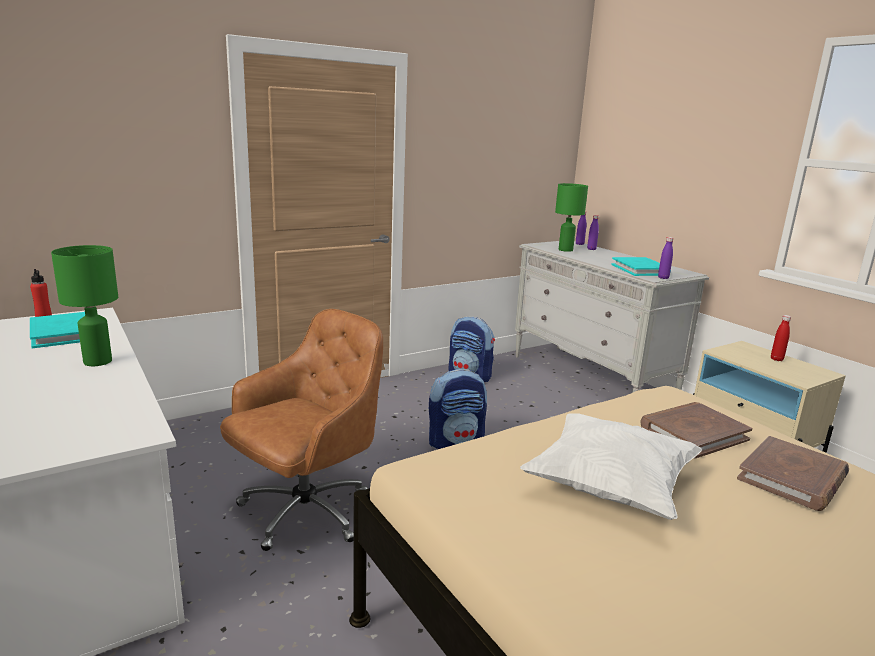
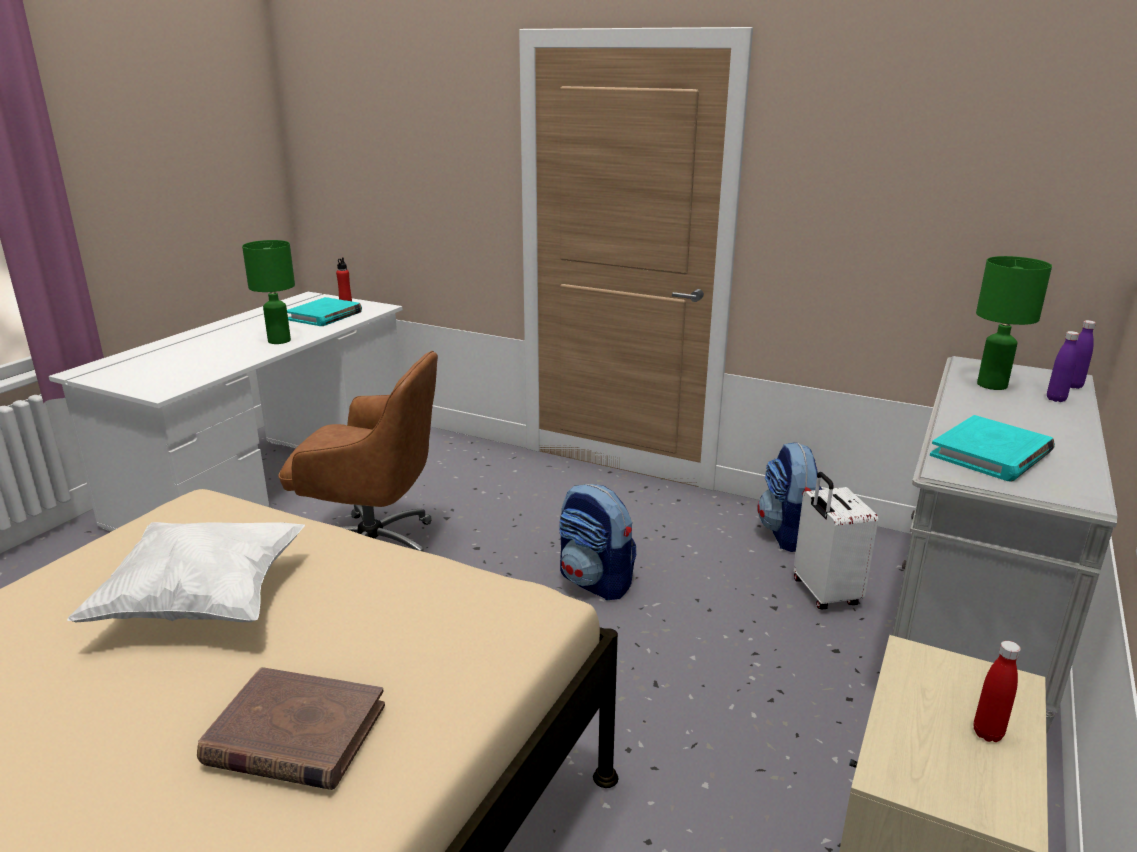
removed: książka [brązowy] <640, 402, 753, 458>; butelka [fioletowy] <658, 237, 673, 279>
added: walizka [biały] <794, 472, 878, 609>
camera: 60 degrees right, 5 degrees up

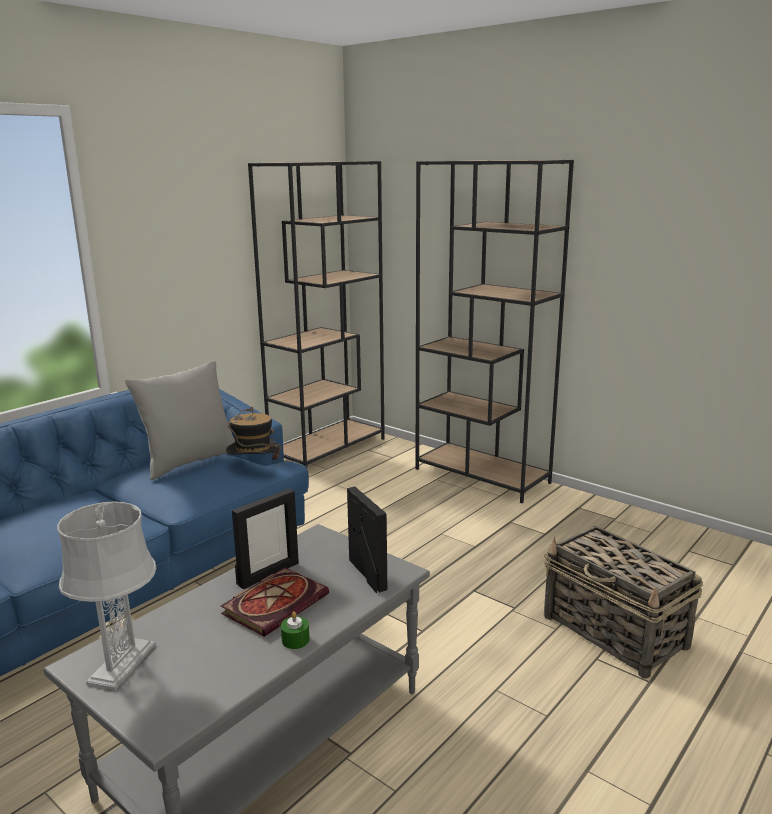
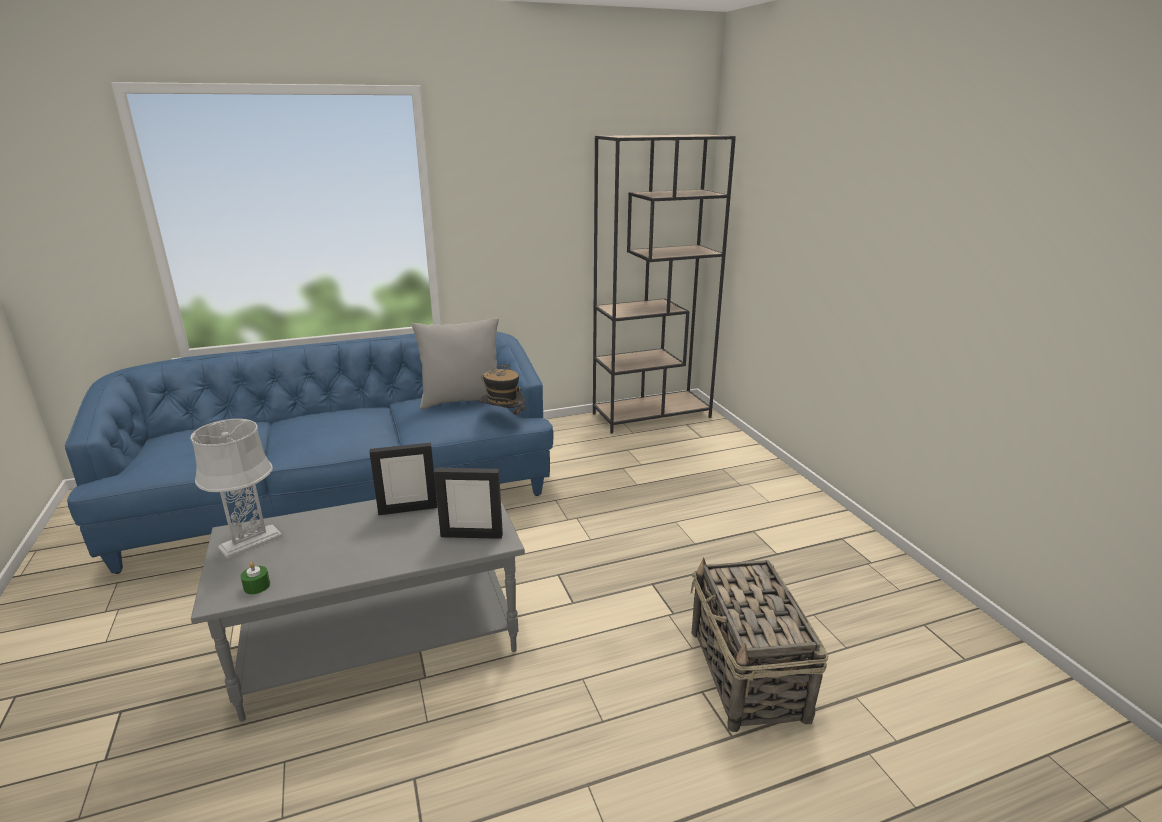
removed: książka <221, 568, 329, 637>; regał <416, 160, 574, 503>
moved: świeca [zielony] <281, 612, 310, 649> to <241, 562, 270, 594>
turned: ramka na zdjęcie <347, 487, 387, 593> = <434, 468, 503, 539> 90 degrees clockwise
camera: 30 degrees right, 5 degrees up

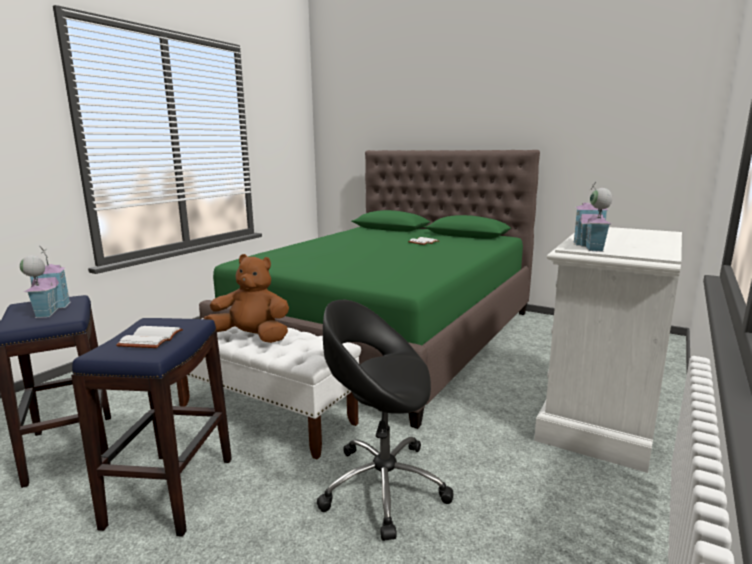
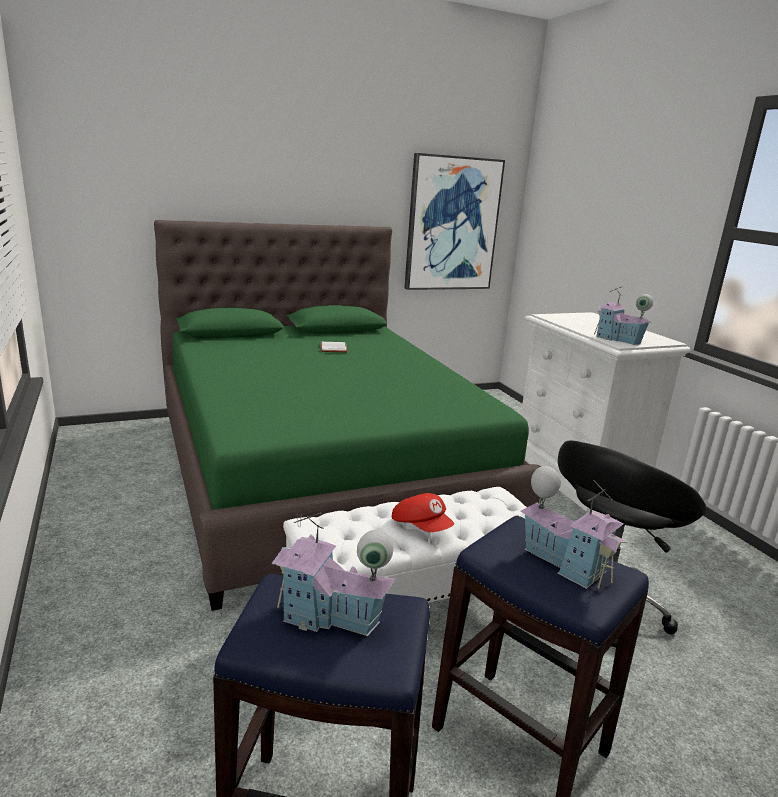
added: obraz <404, 153, 505, 290>
replaced: książka [biały] <116, 326, 183, 348> to domek <521, 466, 627, 589>; pluszak [brązowy] <204, 254, 289, 343> to czapka z daszkiem [czerwony] <392, 493, 454, 532>
camera: 55 degrees left, 5 degrees up

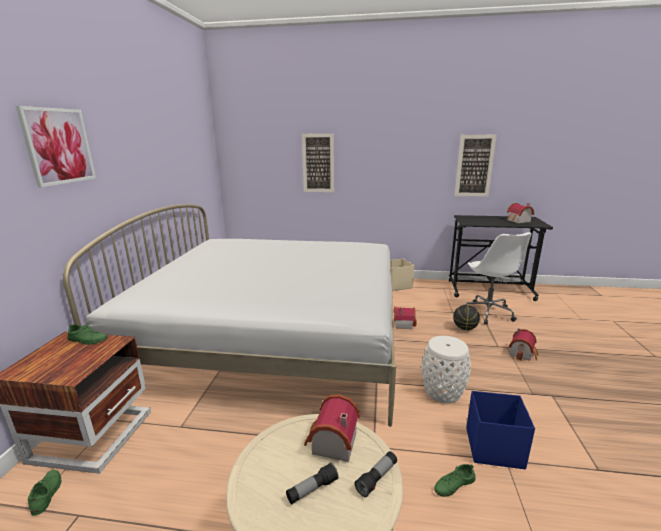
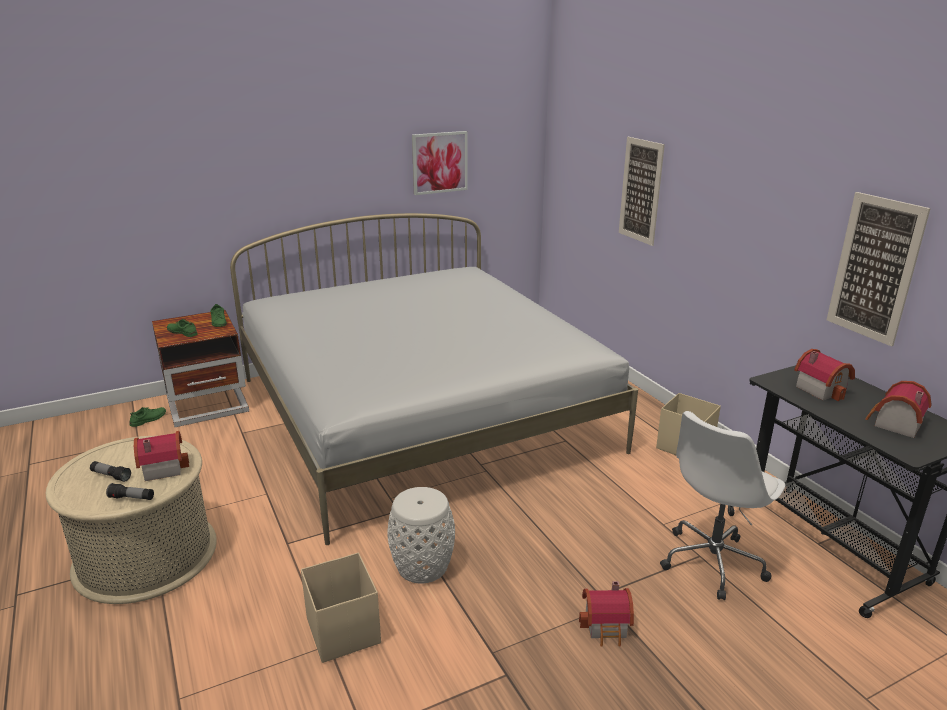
removed: piłka do koszykówki <453, 305, 480, 330>
moved: obraz <16, 106, 96, 187> to <412, 131, 468, 195>; domek <394, 306, 417, 329> to <794, 349, 855, 401>; but [zielony] <434, 464, 475, 497> to <167, 319, 197, 337>
recoloured: pojemnik do przechowywania [niebieski] <466, 391, 535, 469> to pojemnik do przechowywania [beżowy] <301, 552, 381, 663>
camera: 55 degrees right, 5 degrees up

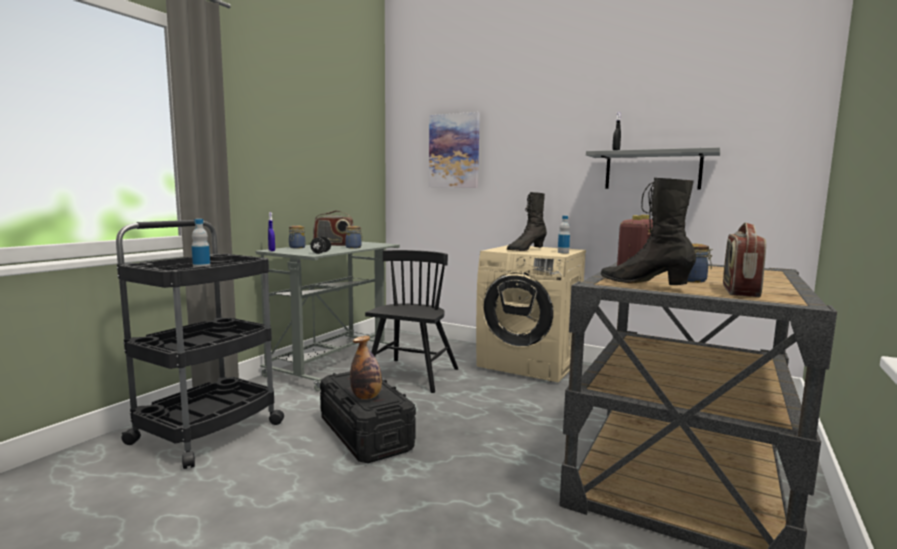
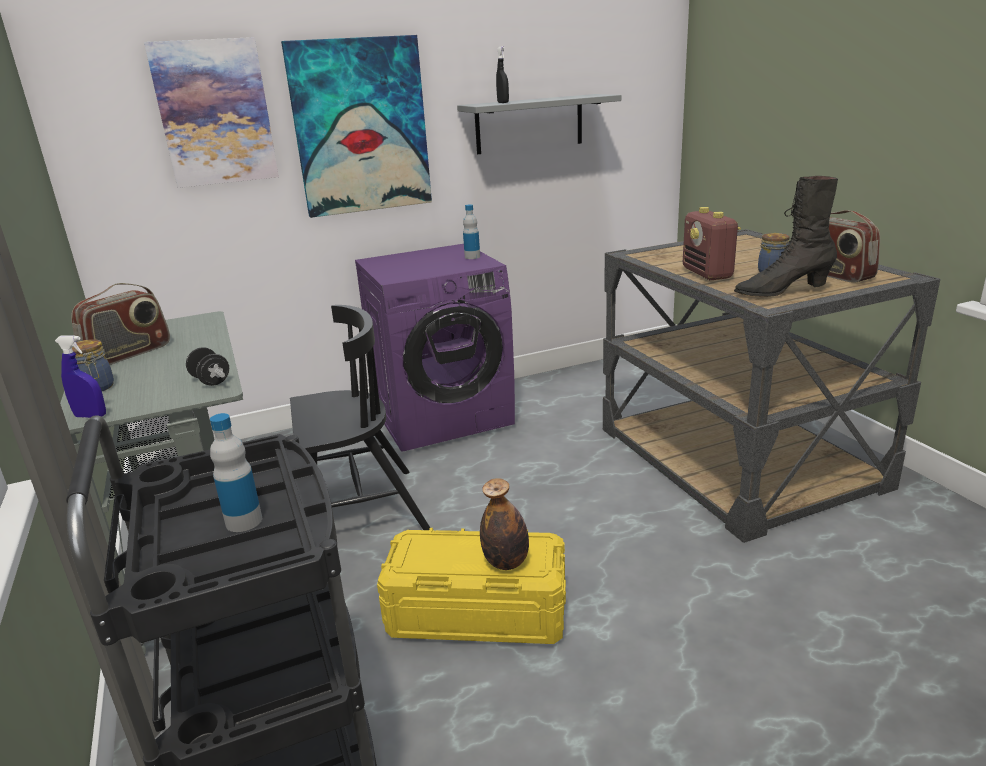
removed: słoik <345, 226, 363, 249>; but z cholewką [czarny] <507, 192, 547, 251>
added: obraz <281, 35, 432, 218>
recoloured: pojemnik do przechowywania [czarny] <320, 372, 416, 463> to pojemnik do przechowywania [żółty] <377, 528, 566, 644>; pralka [beżowy] <476, 245, 586, 383> to pralka [fioletowy] <355, 244, 515, 452>
turned: krzesło [czarny] <365, 250, 458, 393> = <290, 305, 430, 530> 105 degrees clockwise
camera: 50 degrees left, 15 degrees up

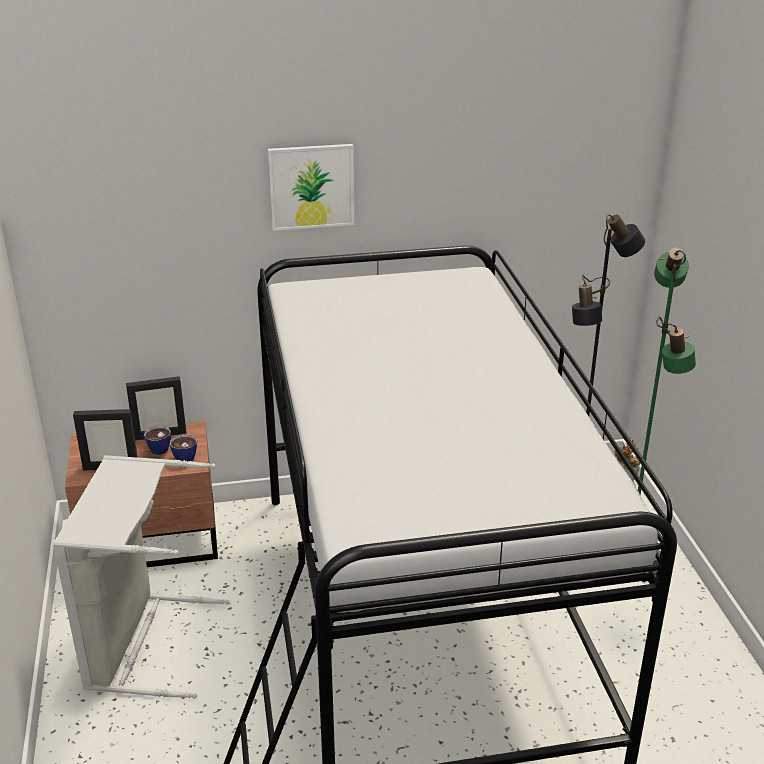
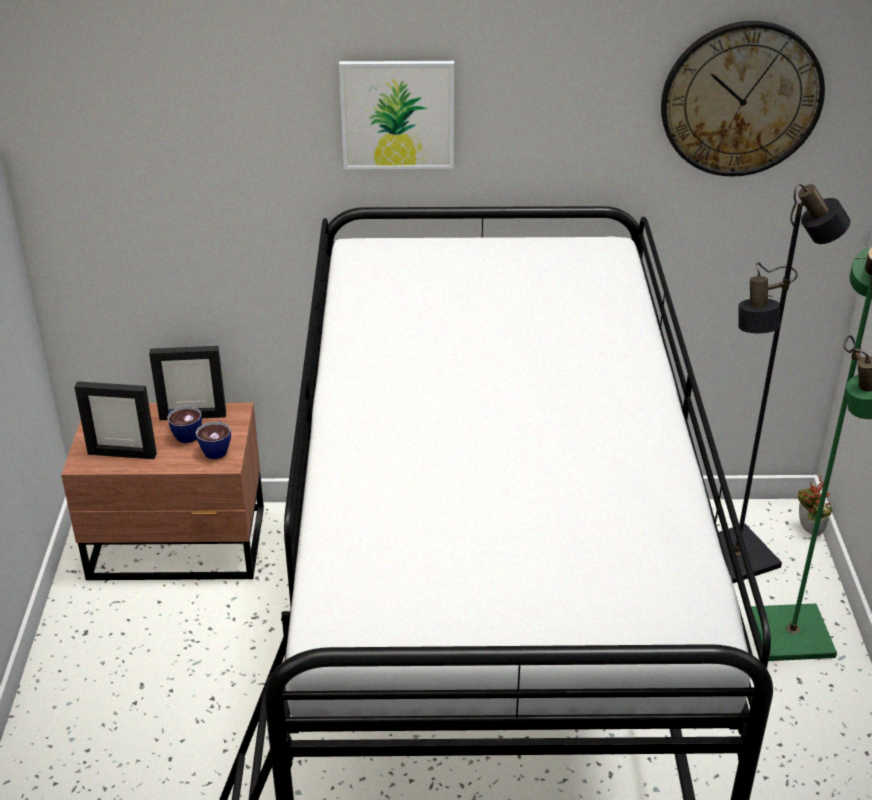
removed: kosz na pranie [szary] <53, 455, 229, 699>
added: zegar ścienny <661, 21, 825, 177>
camera: 10 degrees right, 5 degrees up

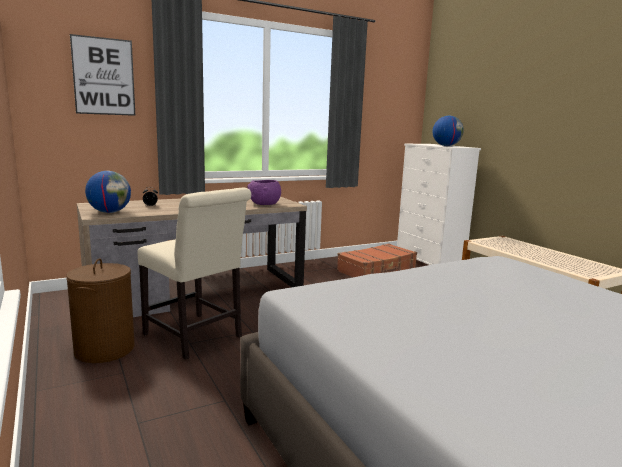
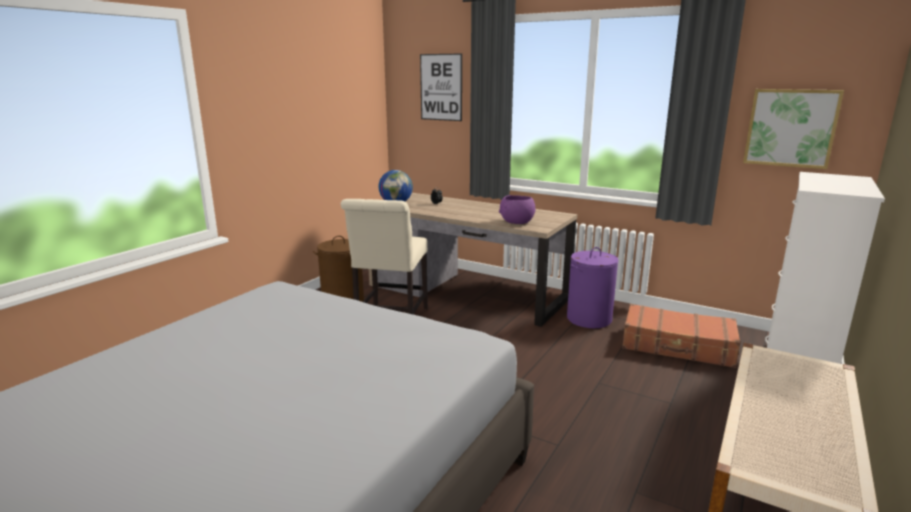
removed: globus <432, 116, 464, 146>
added: kosz na pranie [fioletowy] <567, 247, 619, 328>; obraz <743, 89, 844, 169>
camera: 60 degrees right, 5 degrees up

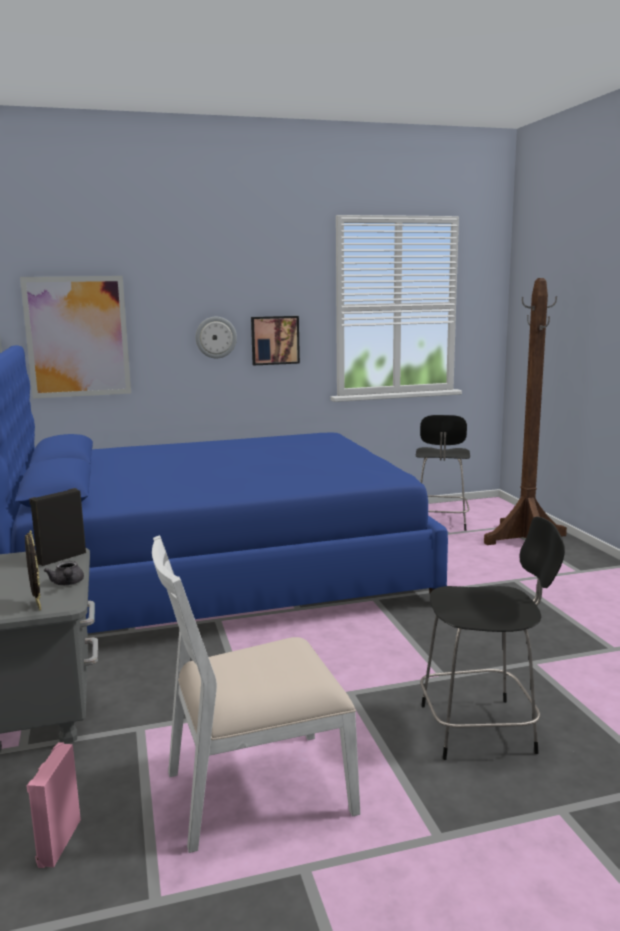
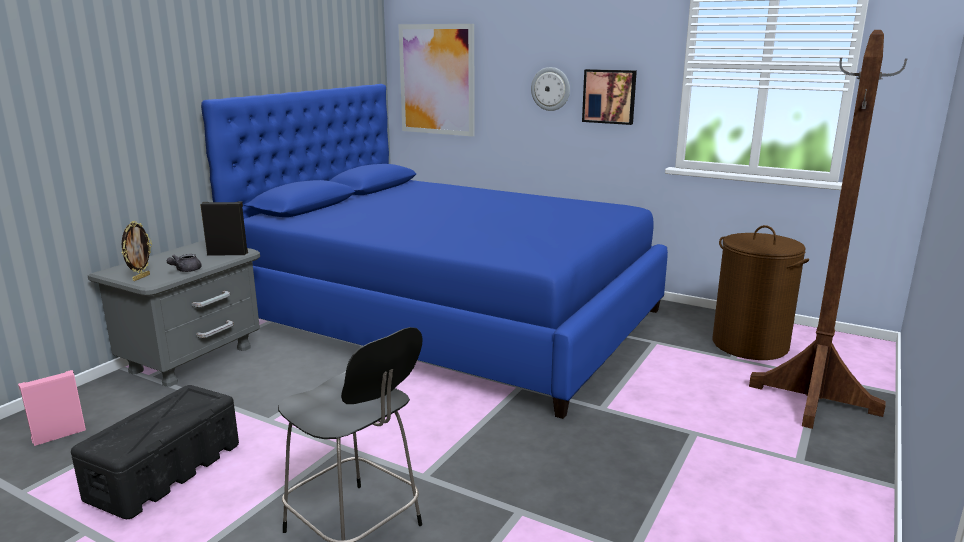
replaced: krzesło [biały] <152, 535, 361, 853> to pojemnik do przechowywania [czarny] <71, 385, 239, 519>; krzesło [czarny] <416, 415, 470, 531> to kosz na pranie [brązowy] <713, 225, 809, 360>
camera: 45 degrees right, 5 degrees up

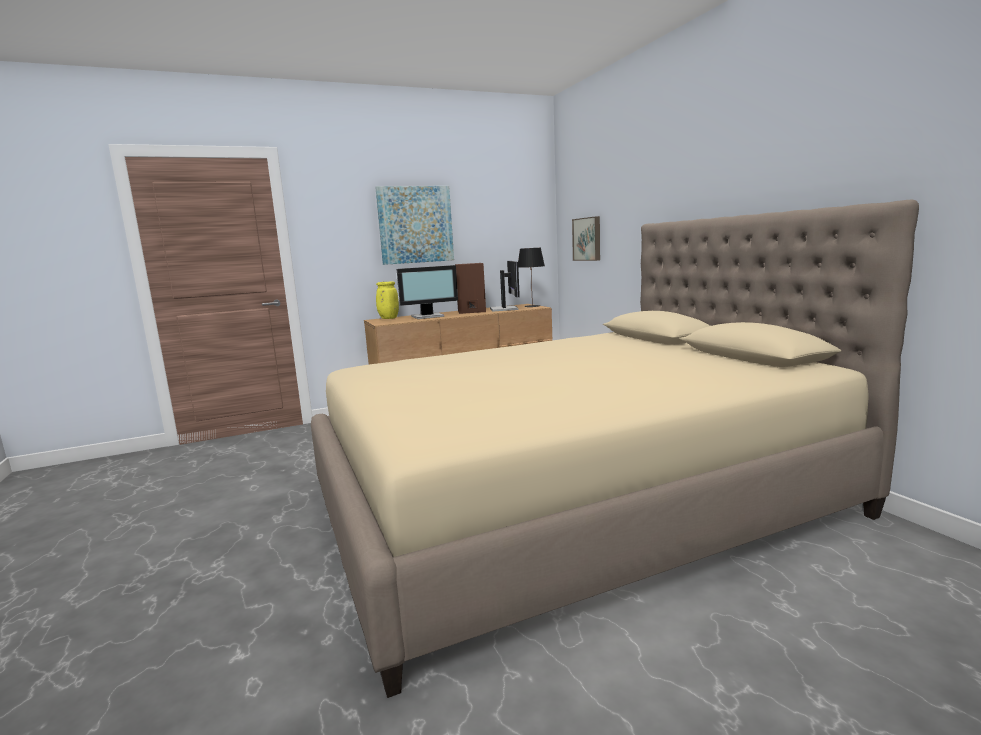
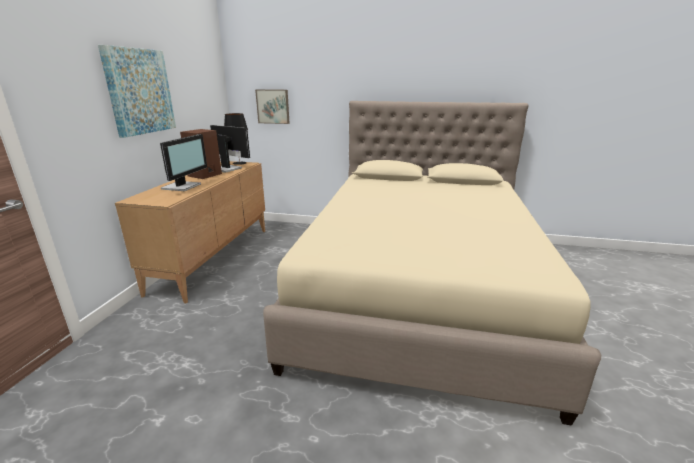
removed: wazon [żółty] <376, 281, 399, 319>
camera: 55 degrees left, 10 degrees up

